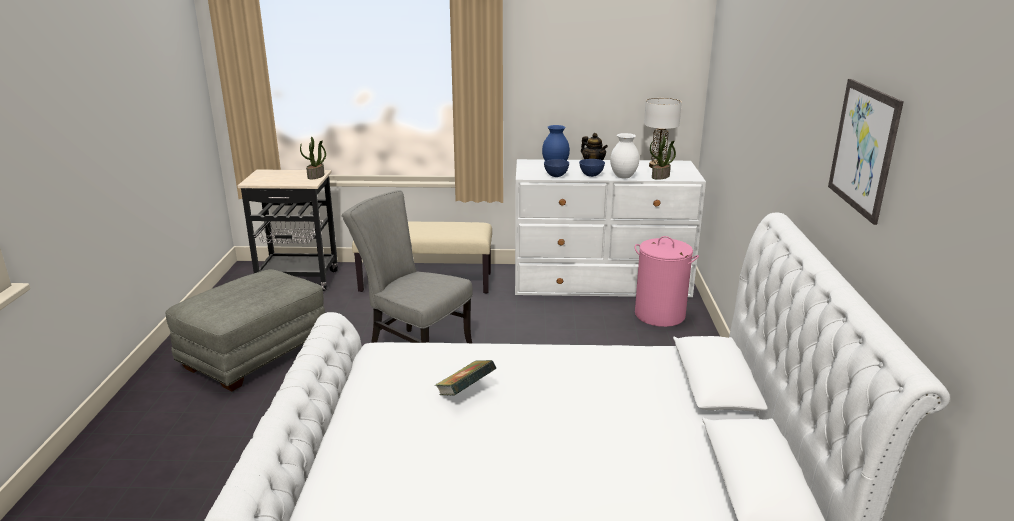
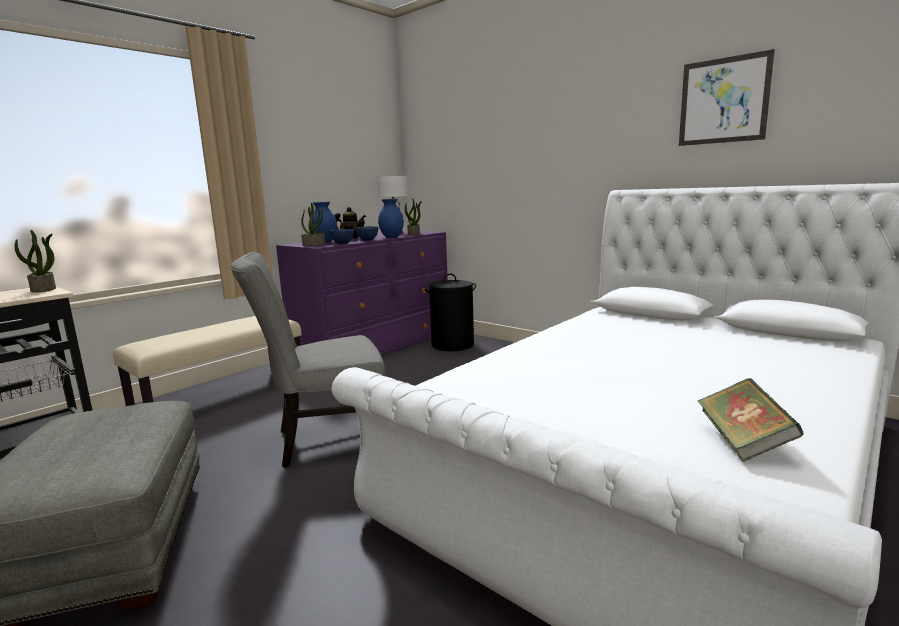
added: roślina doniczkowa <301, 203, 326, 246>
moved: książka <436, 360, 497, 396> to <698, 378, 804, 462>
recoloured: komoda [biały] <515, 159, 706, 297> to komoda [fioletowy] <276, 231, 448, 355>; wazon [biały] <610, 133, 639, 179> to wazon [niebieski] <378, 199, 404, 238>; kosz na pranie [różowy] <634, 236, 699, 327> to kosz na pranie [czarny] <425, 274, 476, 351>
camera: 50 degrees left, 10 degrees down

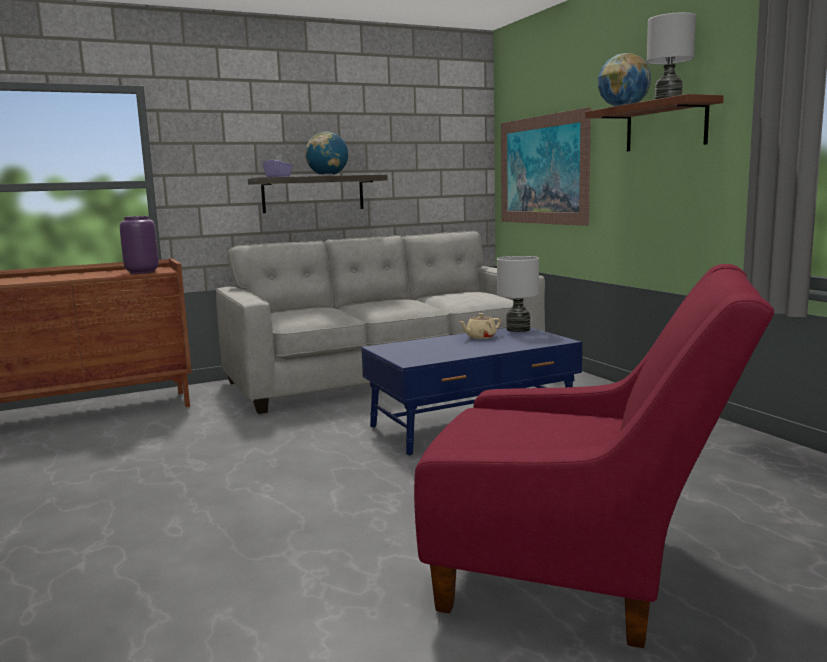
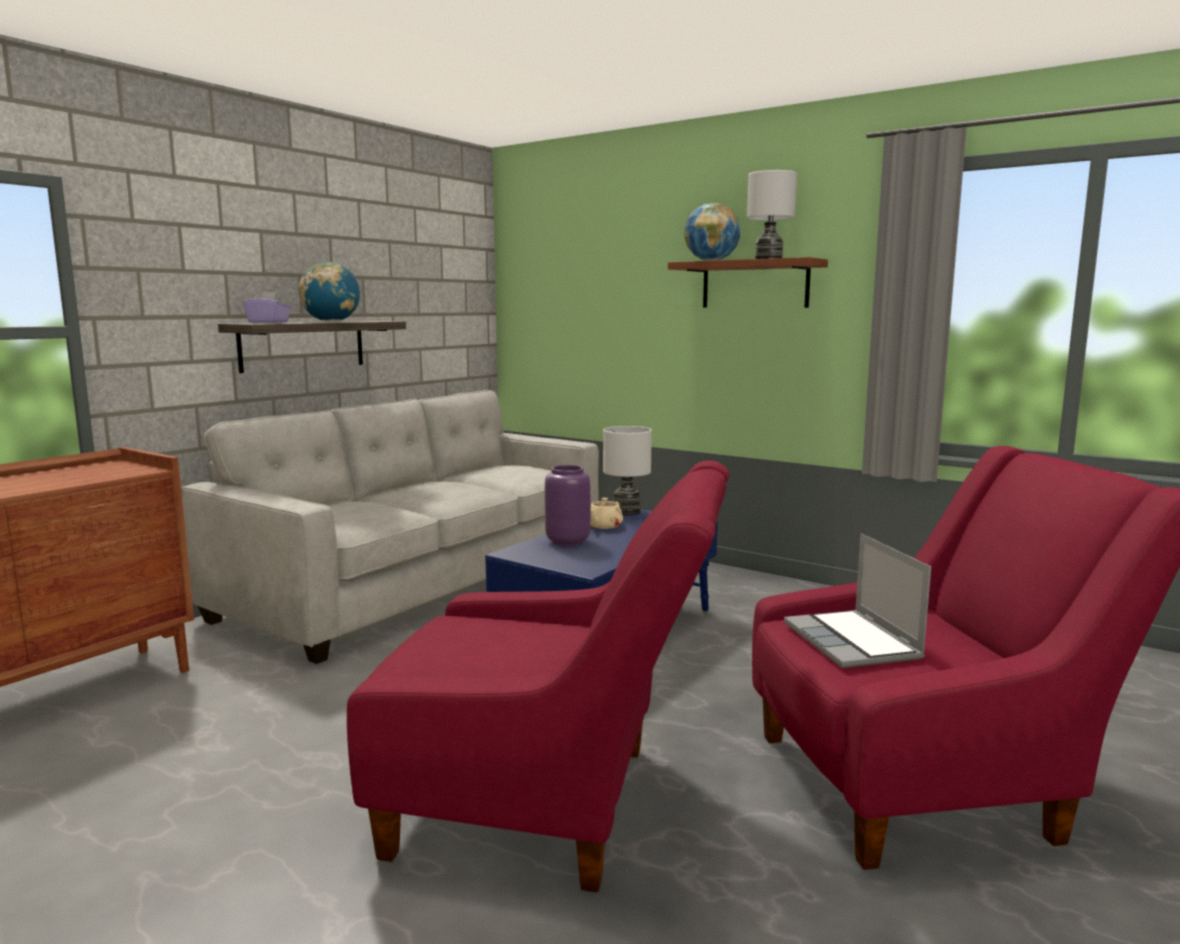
removed: obraz <501, 107, 591, 226>
added: fotel [czerwony] <347, 461, 729, 892>; laptop <784, 534, 931, 668>
moved: wazon [fioletowy] <120, 216, 159, 274> to <545, 465, 591, 546>
camera: 30 degrees left, 0 degrees up

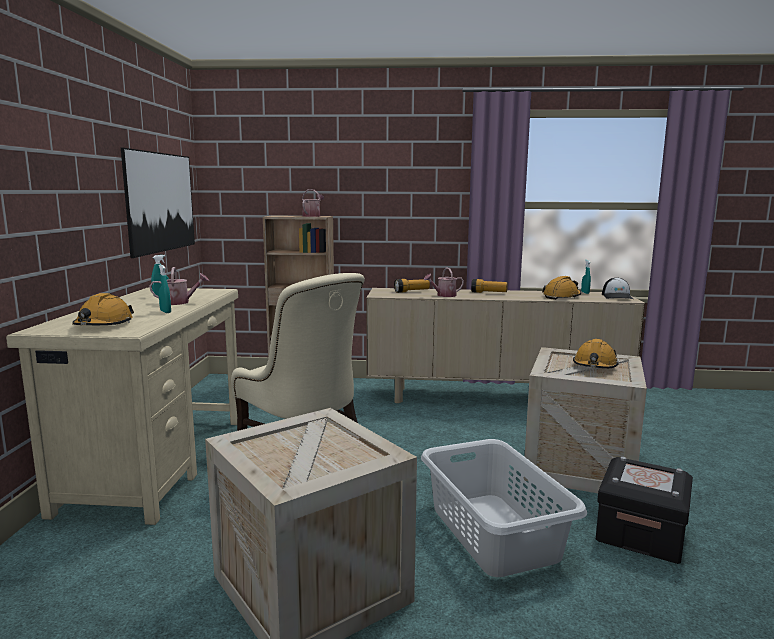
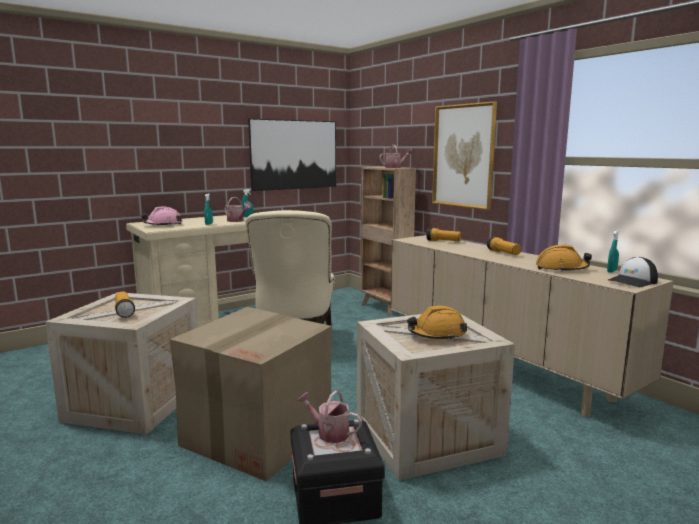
added: latarka <115, 292, 135, 318>; obraz <432, 101, 497, 210>
moved: konewka <424, 268, 464, 297> to <297, 390, 362, 443>
replaced: kosz na pranie [szary] <421, 439, 587, 577> to karton <170, 307, 332, 481>
recoloured: kask [pomarańczowy] <72, 293, 134, 325> to kask [różowy] <141, 206, 183, 226>
camera: 50 degrees right, 0 degrees up

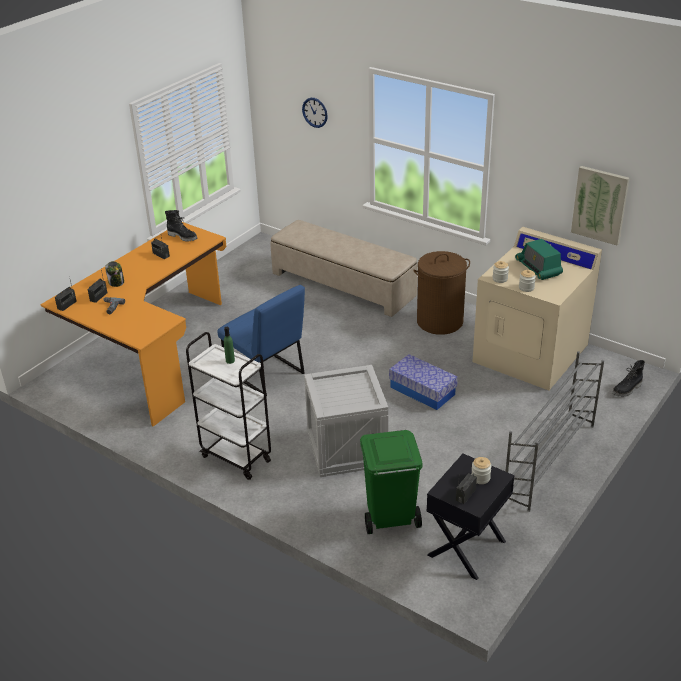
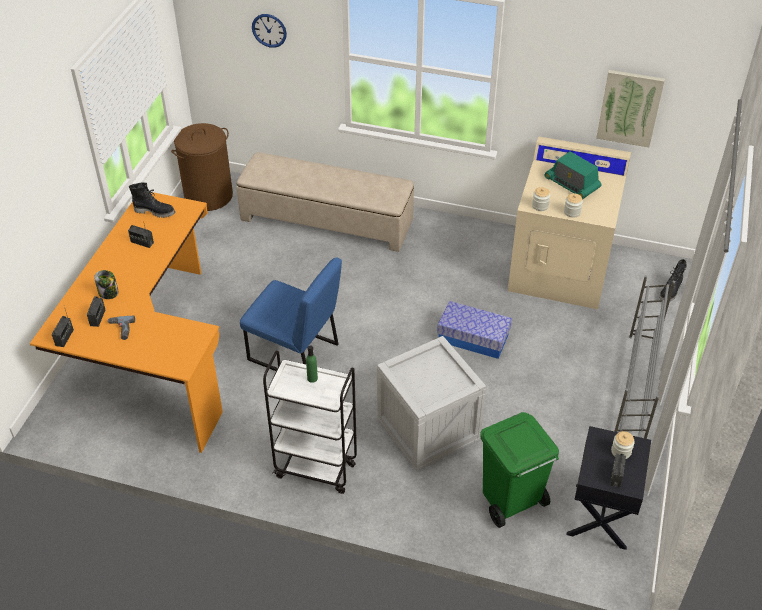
moved: kosz na pranie [brązowy] <413, 251, 470, 335> to <171, 123, 233, 211>
camera: 20 degrees left, 10 degrees up

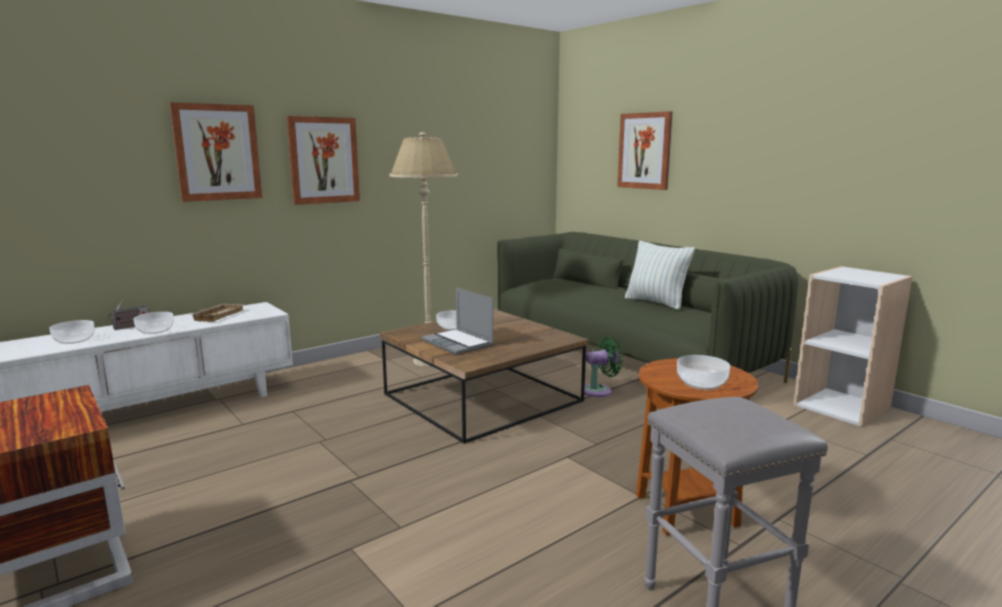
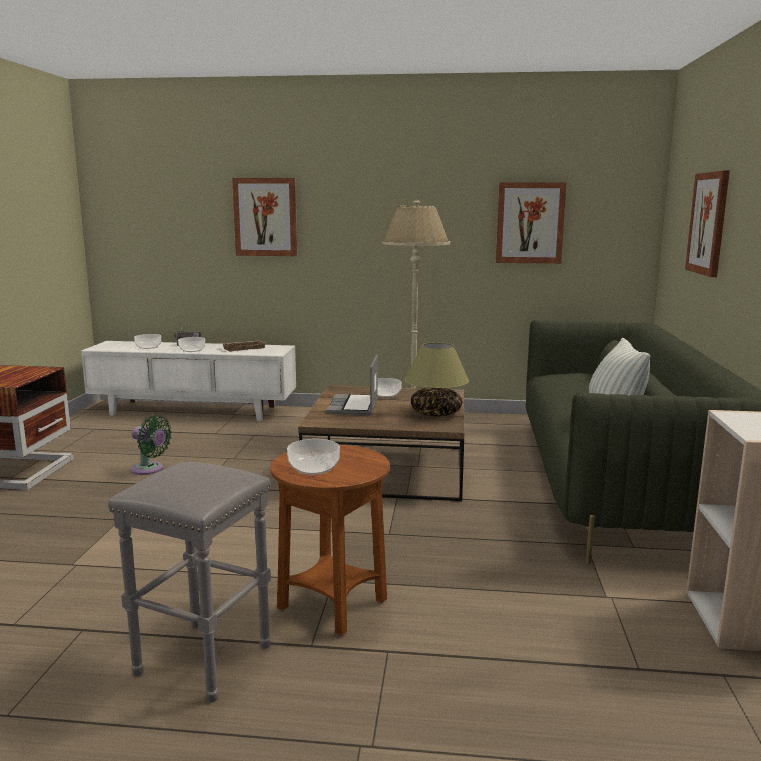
added: lampa stołowa <405, 342, 469, 417>
moved: obraz <287, 116, 360, 205> to <496, 182, 566, 264>; wentylator [zielony] <584, 337, 623, 397> to <131, 415, 172, 475>
camera: 45 degrees right, 0 degrees up

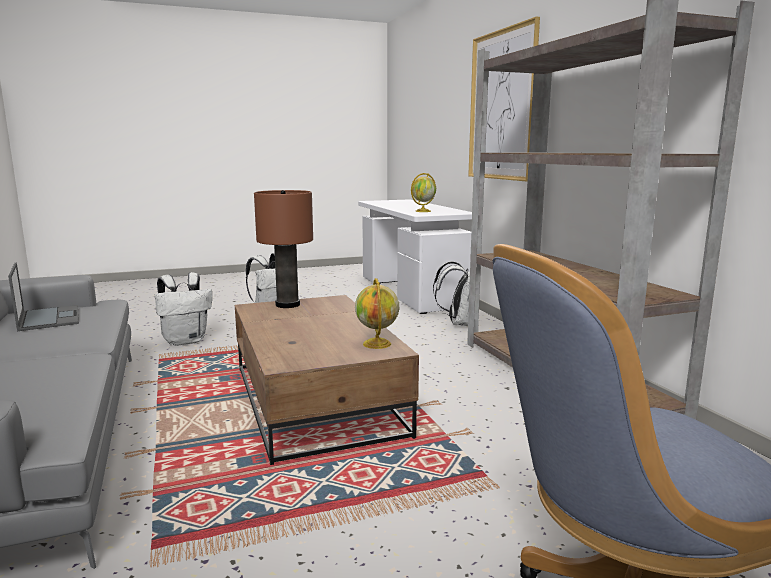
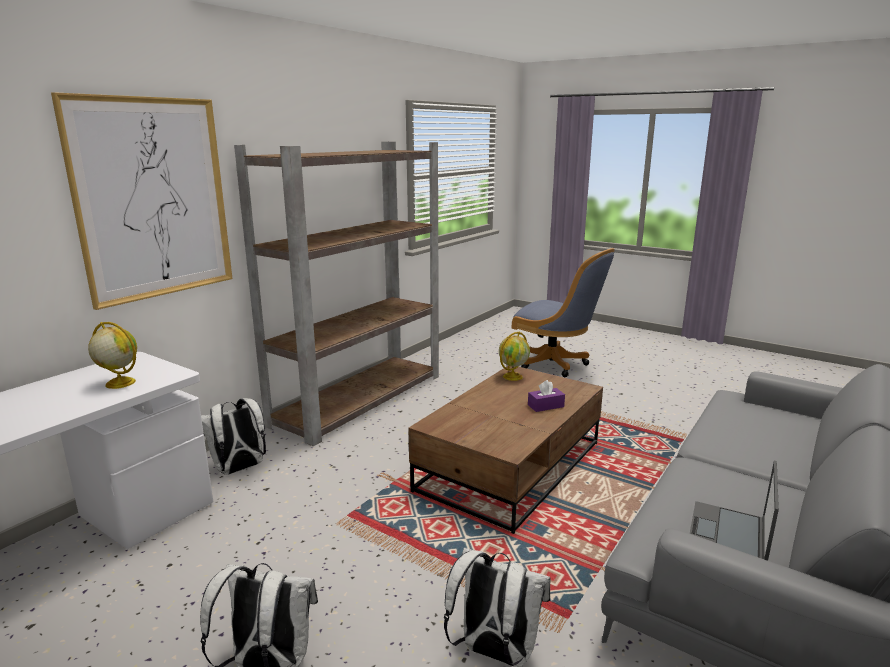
removed: lampa stołowa [brązowy] <254, 190, 313, 308>
added: pudełko chusteczek [fioletowy] <528, 380, 565, 412>
camera: 125 degrees left, 5 degrees up

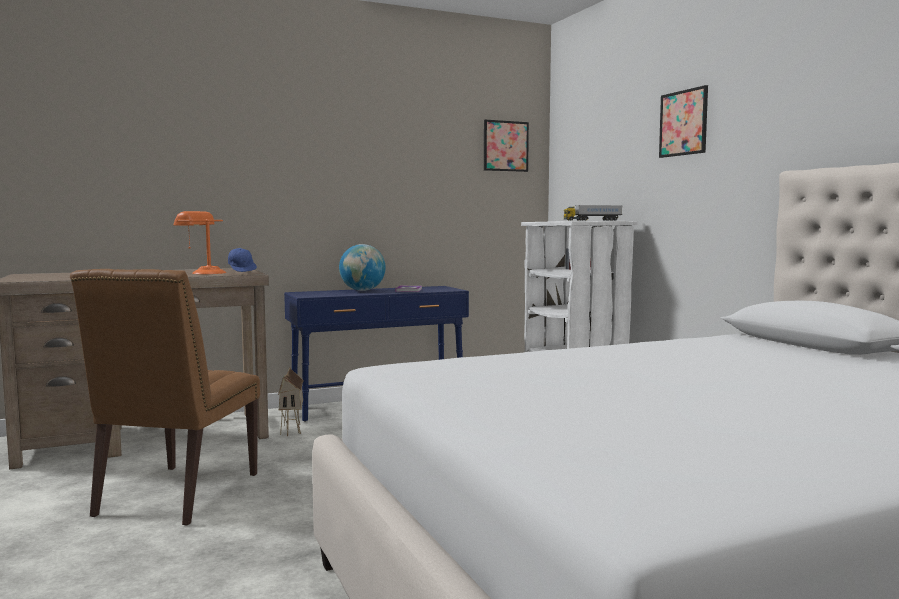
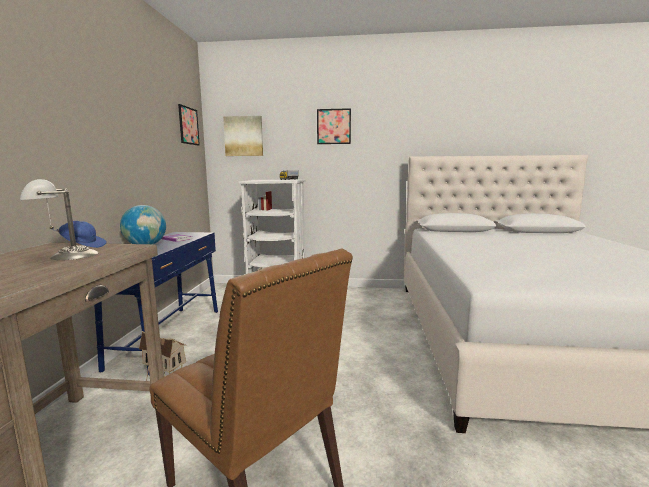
added: obraz <223, 116, 263, 156>
recoloured: lampa stołowa [pomarańczowy] <174, 211, 226, 274> to lampa stołowa [biały] <20, 179, 98, 260>
camera: 60 degrees left, 5 degrees up

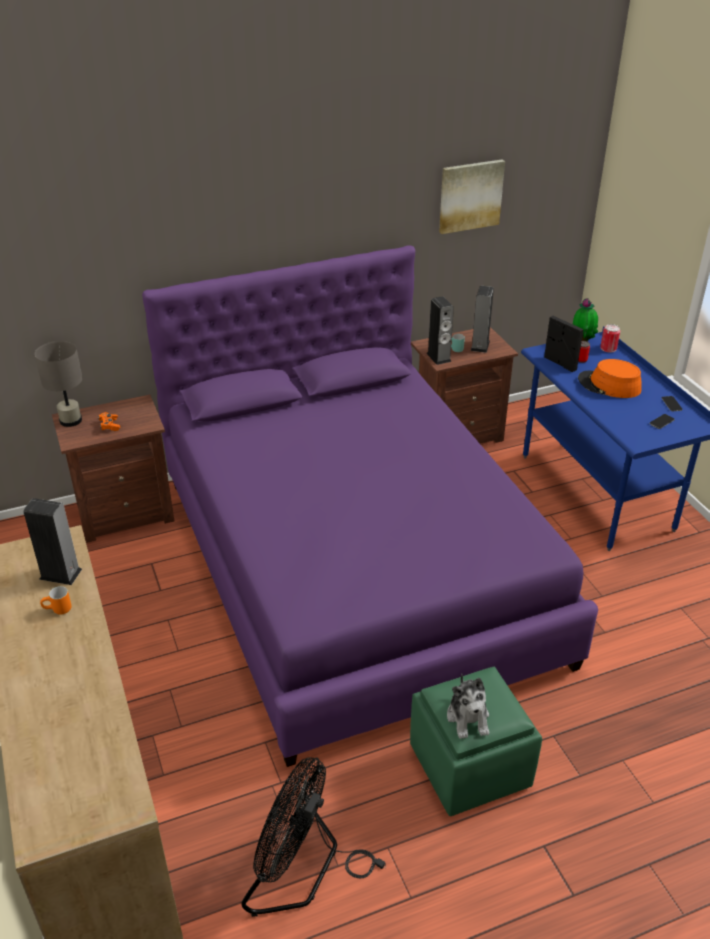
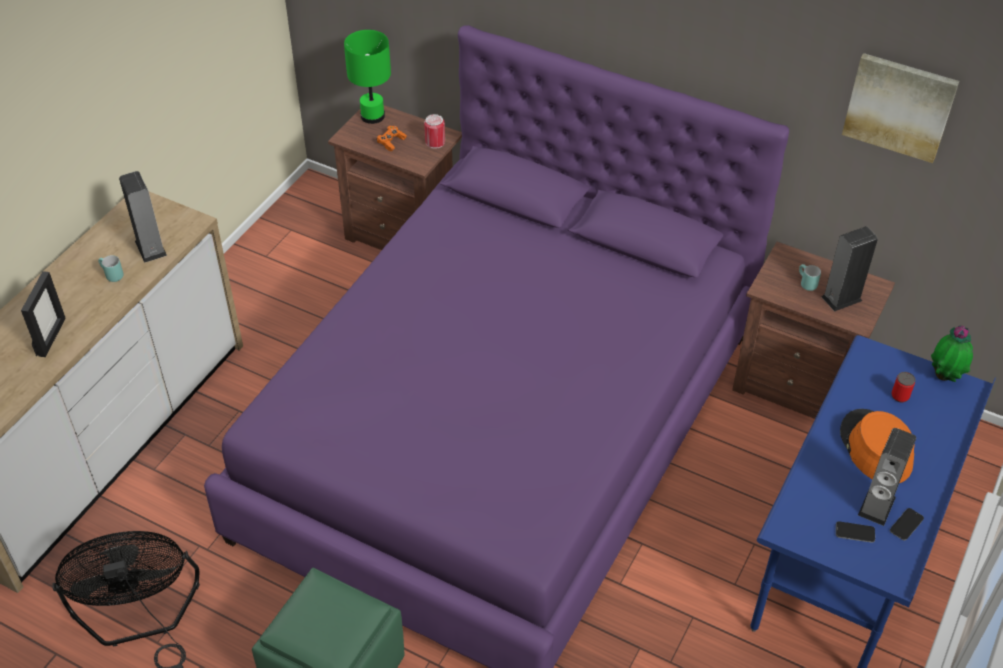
removed: pluszak <447, 674, 489, 739>
moved: głośnik <426, 296, 454, 365> to <858, 428, 916, 526>; ramka na zdjęcie <544, 316, 584, 372> to <21, 271, 66, 357>; puszka <601, 324, 620, 353> to <424, 114, 445, 149>
recoloured: lampa stołowa [szary] <35, 341, 82, 427> to lampa stołowa [zielony] <344, 30, 391, 124>; kubek [pomarańczowy] <40, 586, 72, 615> to kubek [turkusowy] <98, 255, 124, 282>
camera: 50 degrees right, 10 degrees up

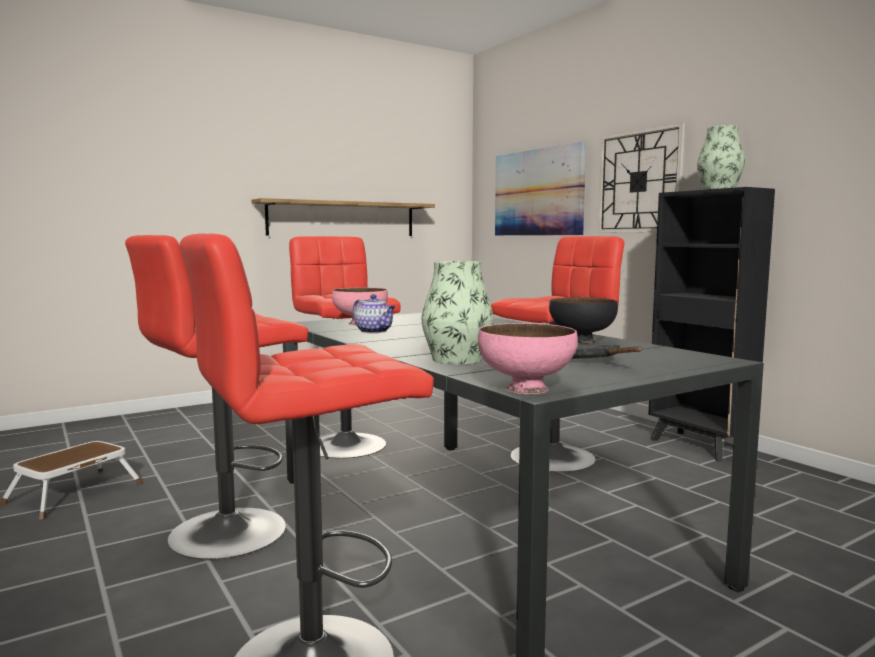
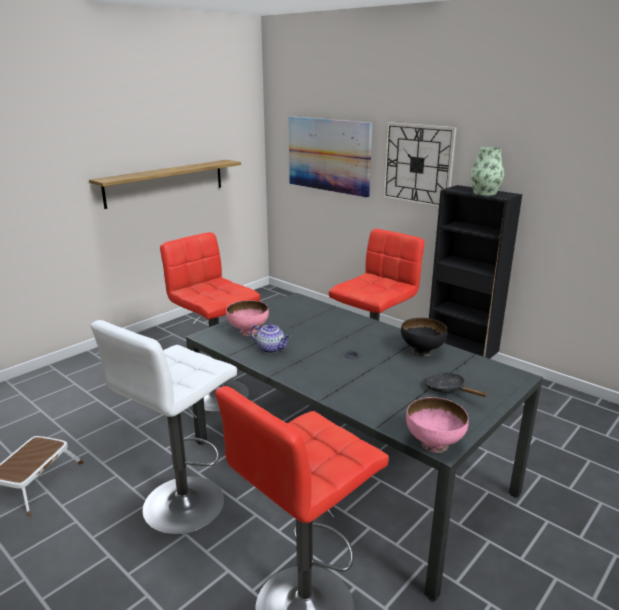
removed: wazon <421, 261, 494, 365>
recoloured: stołek [czerwony] <125, 235, 308, 559> to stołek [biały] <90, 320, 237, 534>
camera: 15 degrees left, 15 degrees up

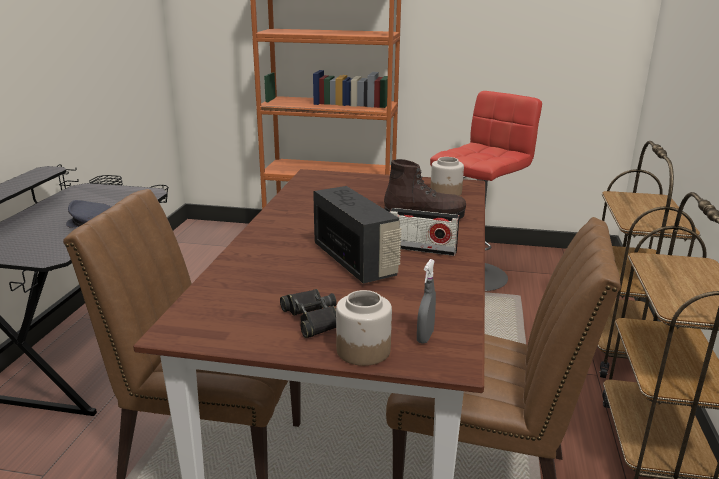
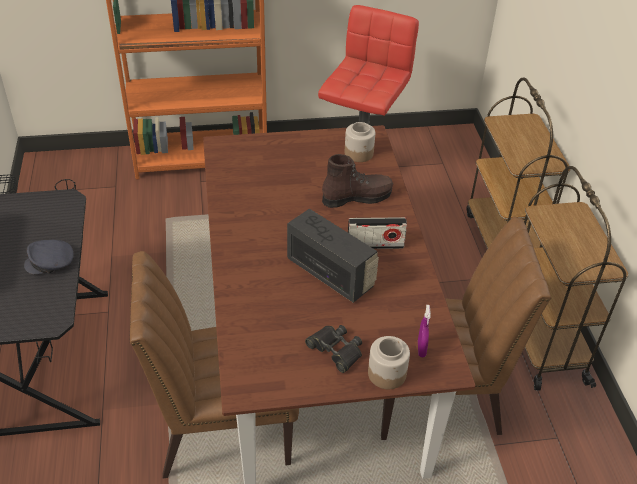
recoloured: spryskiwacz [szary] <417, 259, 436, 344> to spryskiwacz [fioletowy] <418, 305, 431, 357>
camera: 20 degrees left, 20 degrees up

